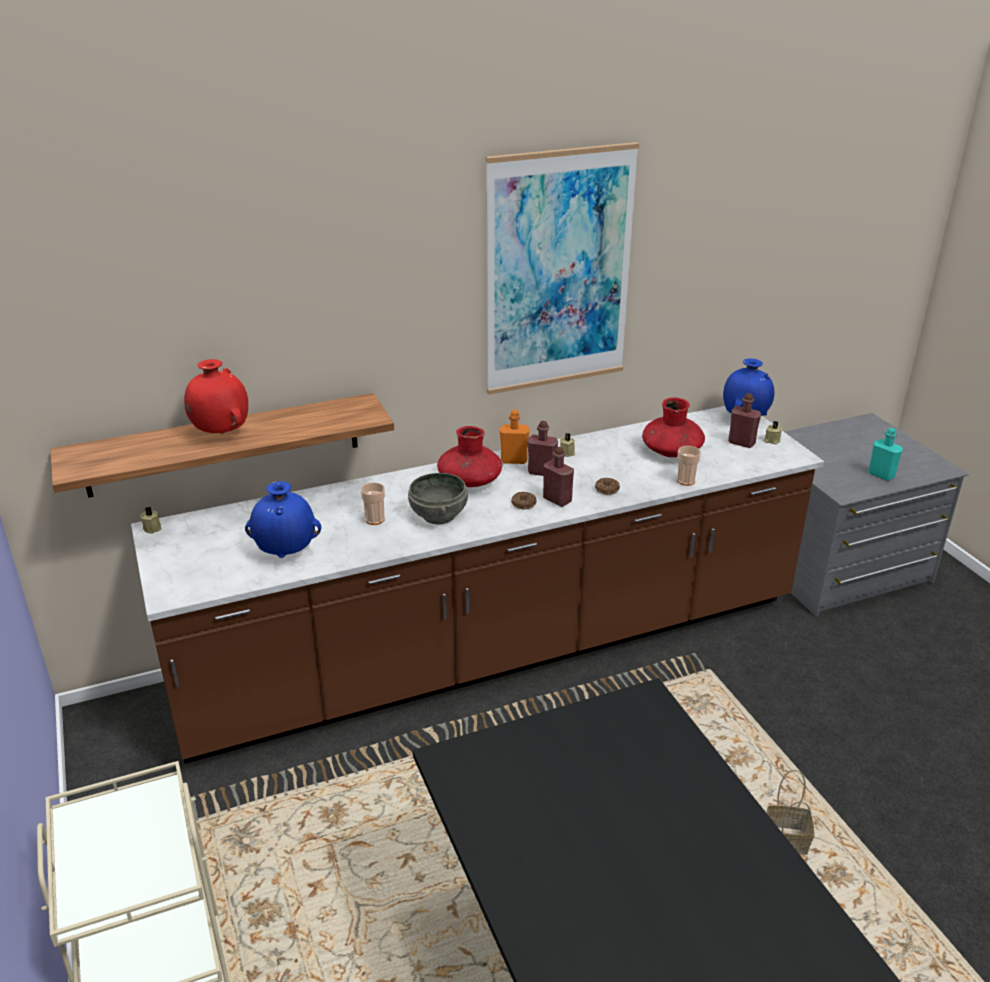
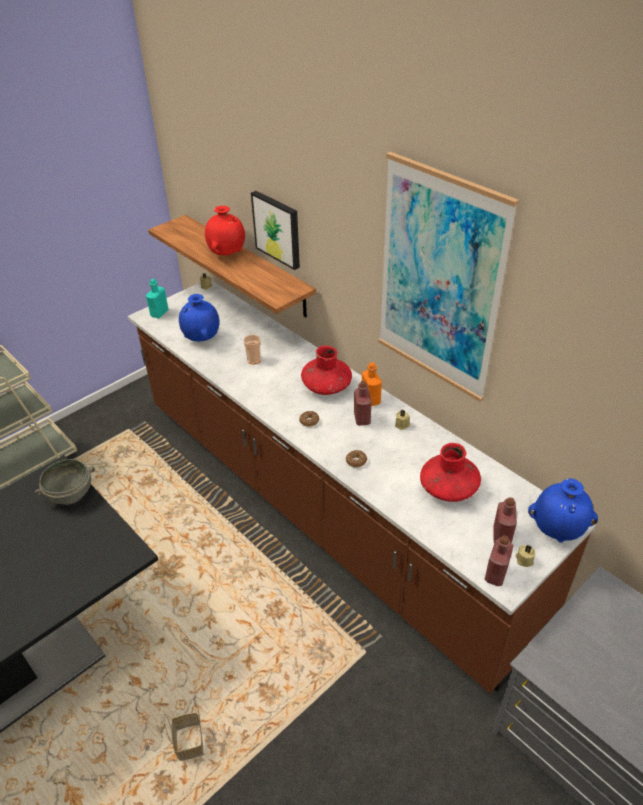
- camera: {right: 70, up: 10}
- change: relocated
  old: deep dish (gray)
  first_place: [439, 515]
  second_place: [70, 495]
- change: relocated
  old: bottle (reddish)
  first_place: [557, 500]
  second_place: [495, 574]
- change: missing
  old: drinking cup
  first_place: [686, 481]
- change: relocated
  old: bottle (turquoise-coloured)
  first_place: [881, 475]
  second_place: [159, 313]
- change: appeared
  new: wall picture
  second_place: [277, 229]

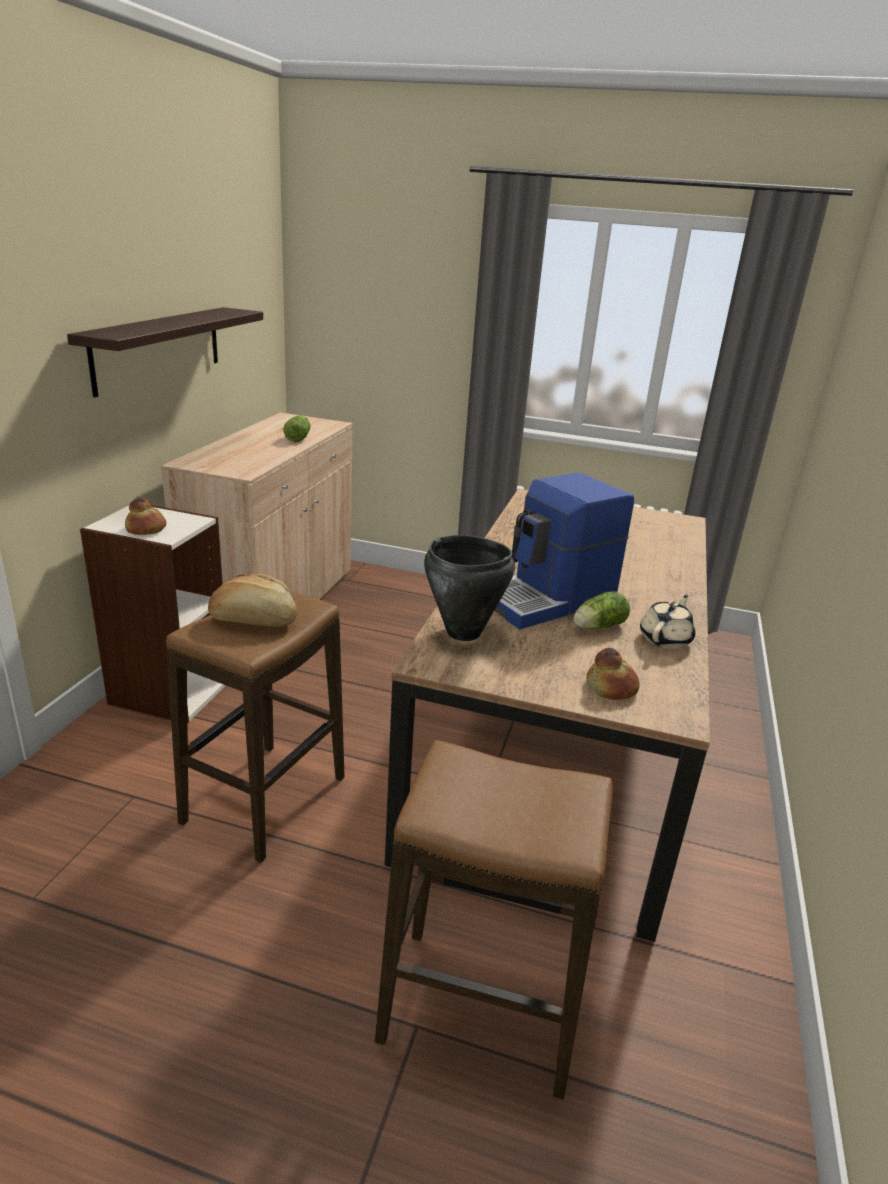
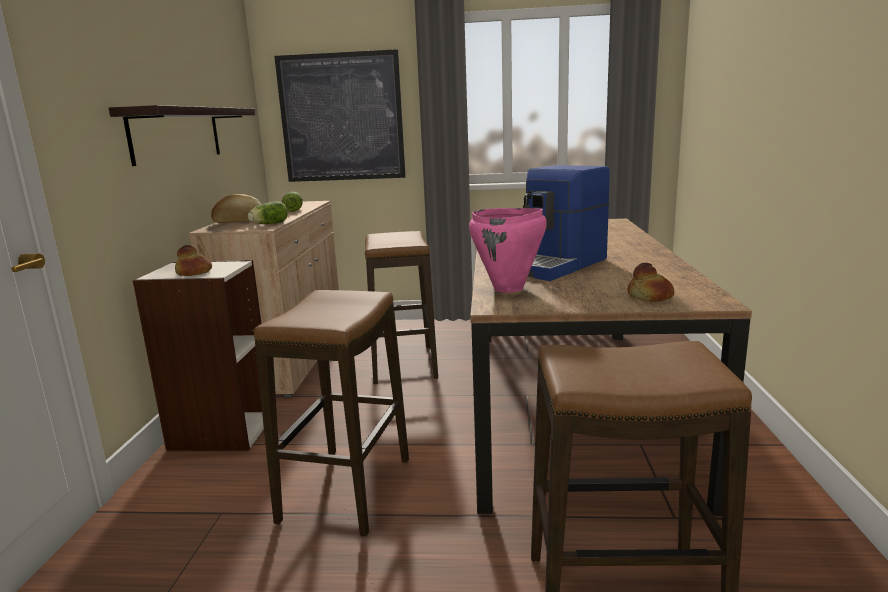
- camera: {right: -10, up: -10}
- change: relocated
  old: baked bread
  first_place: [253, 620]
  second_place: [240, 222]
- change: colour
  old: cooking pot (black-coloured)
  new: cooking pot (pink-coloured)
  first_place: [463, 633]
  second_place: [508, 288]
- change: relocated
  old: lettuce head
  first_place: [597, 627]
  second_place: [268, 224]
- change: missing
  old: teapot (beige-coloured)
  first_place: [665, 639]
- change: appeared
  new: wall picture
  second_place: [341, 118]
- change: appeared
  new: stool seat
  second_place: [403, 364]

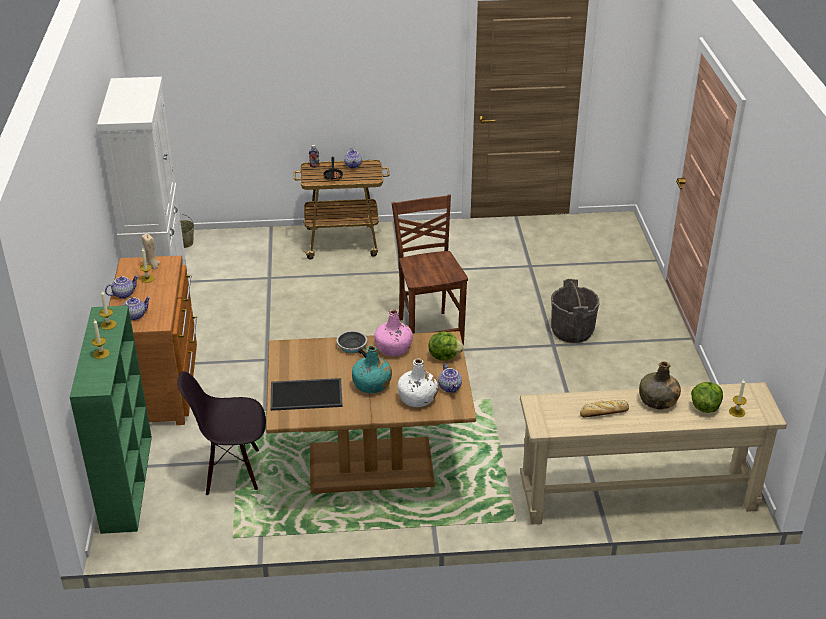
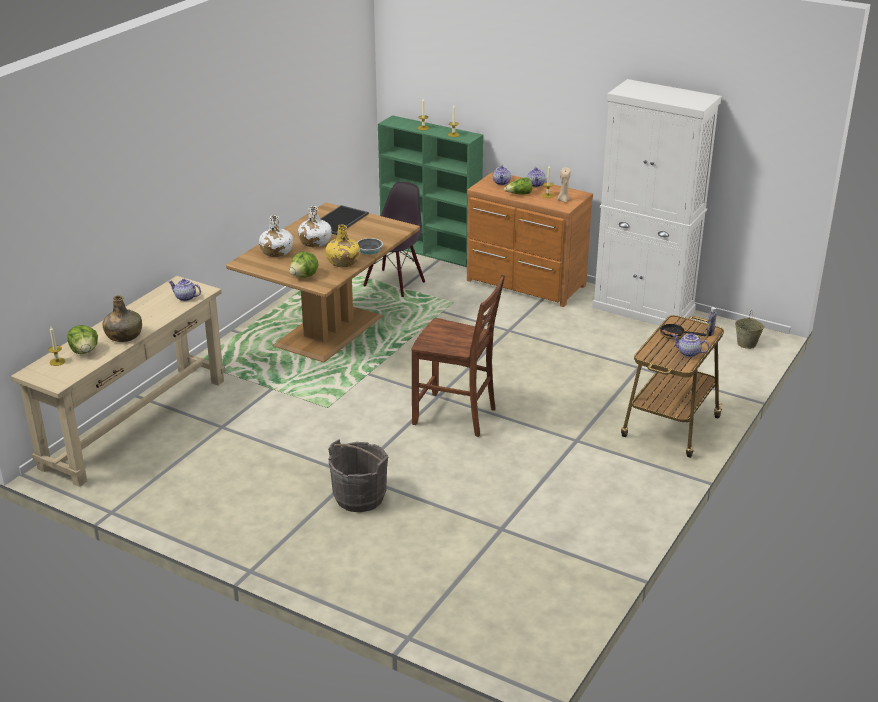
- camera: {right: 125, up: -5}
- change: colour
  old: bottle (turquoise-coloured)
  new: bottle (whitish)
  first_place: [372, 385]
  second_place: [315, 242]
- change: colour
  old: bottle (pink-coloured)
  new: bottle (yellowish)
  first_place: [394, 348]
  second_place: [342, 262]
- change: relocated
  old: teapot
  first_place: [450, 387]
  second_place: [185, 298]
- change: missing
  old: baked bread
  first_place: [603, 412]
- change: appeared
  new: lettuce head
  second_place: [519, 194]

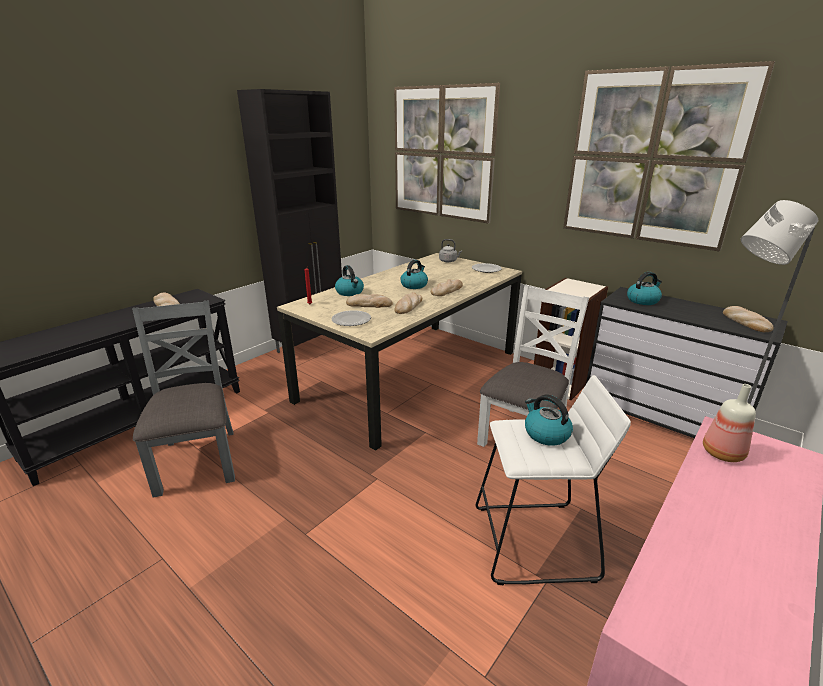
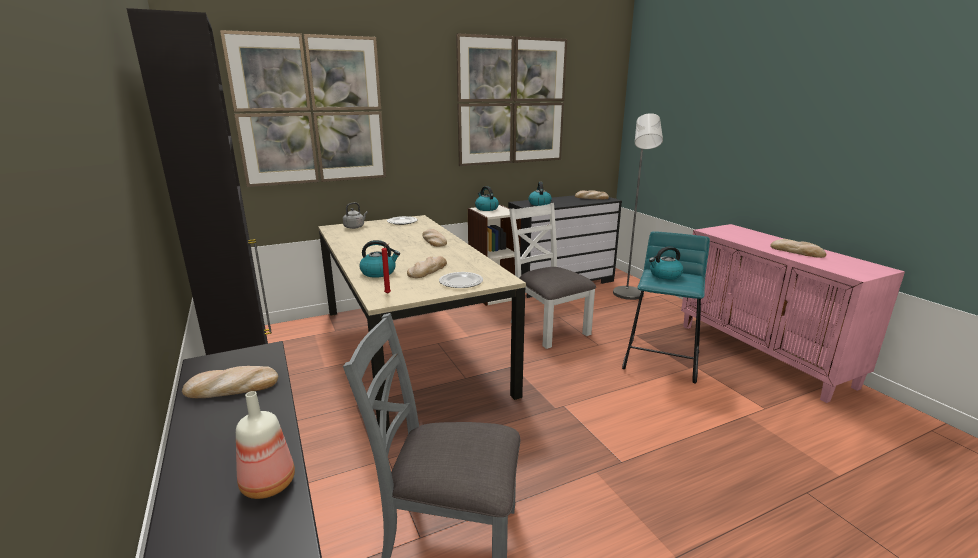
- camera: {right: -65, up: -5}
- change: relocated
  old: baked bread
  first_place: [408, 306]
  second_place: [797, 251]
- change: relocated
  old: kettle
  first_place: [414, 285]
  second_place: [486, 208]
- change: colour
  old: stool seat (whitish)
  new: stool seat (turquoise-coloured)
  first_place: [534, 542]
  second_place: [662, 360]
- change: relocated
  old: bottle
  first_place: [721, 452]
  second_place: [266, 484]

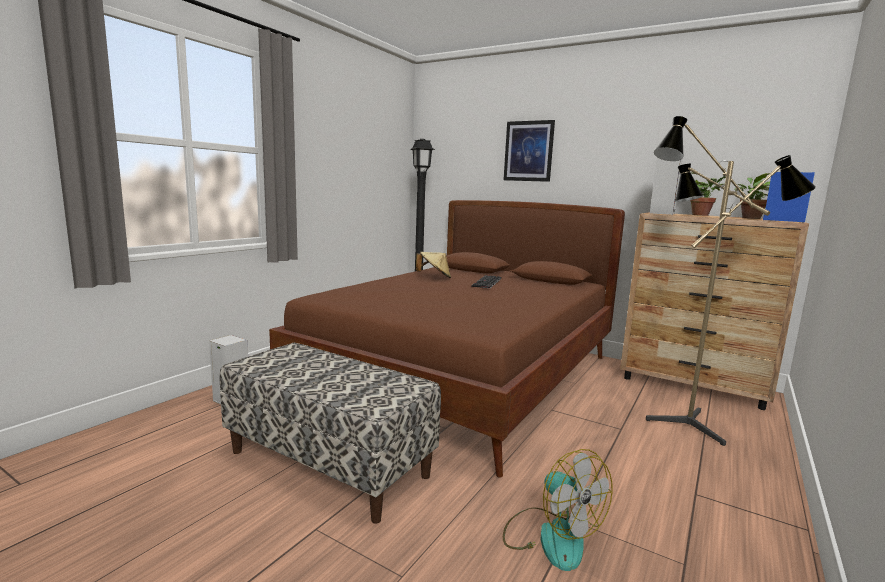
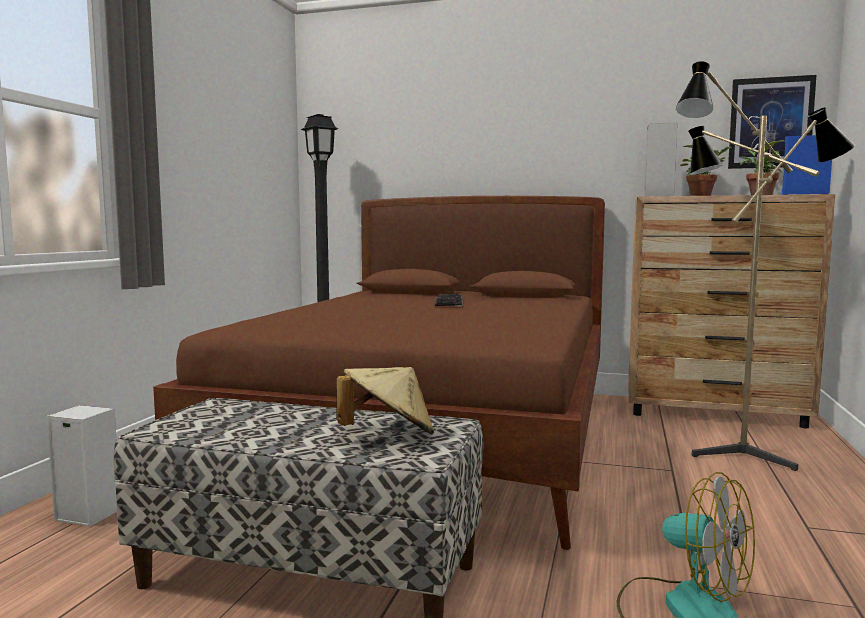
- camera: {right: -15, up: -5}
- change: relocated
  old: hat (beige-coloured)
  first_place: [434, 277]
  second_place: [388, 435]
- change: relocated
  old: wall picture
  first_place: [528, 151]
  second_place: [770, 123]

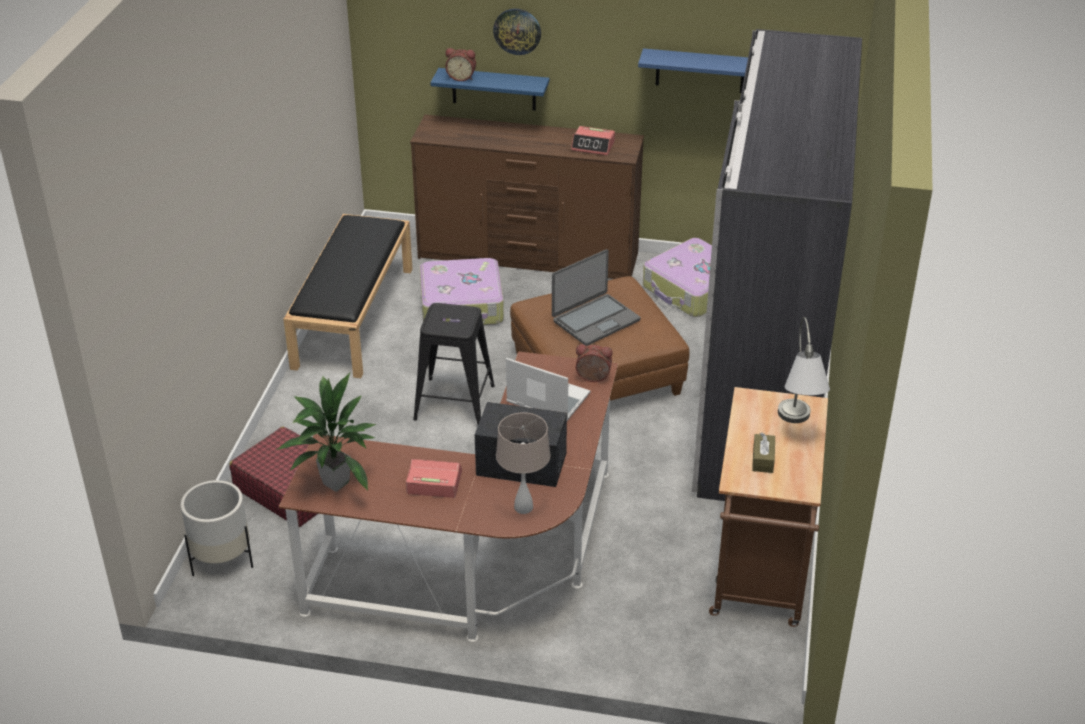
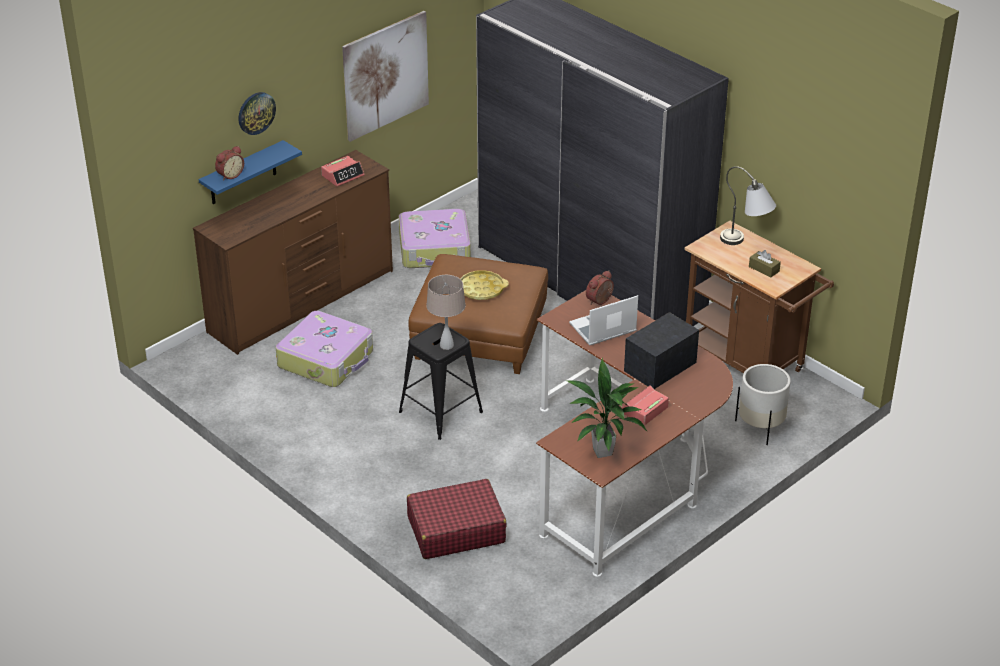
- camera: {right: -55, up: 0}
- change: relocated
  old: flower pot (whitish)
  first_place: [222, 559]
  second_place: [760, 427]
- change: missing
  old: long seat (black-coloured)
  first_place: [353, 316]
- change: relocated
  old: tabletop lamp (beige-coloured)
  first_place: [523, 507]
  second_place: [446, 345]
- change: exchanged
  old: notebook computer
  new: serving tray (yellowish)
  first_place: [595, 320]
  second_place: [481, 289]
- change: exchanged
  old: bracket shelf (blue-coloured)
  new: wall picture
  first_place: [700, 71]
  second_place: [385, 75]

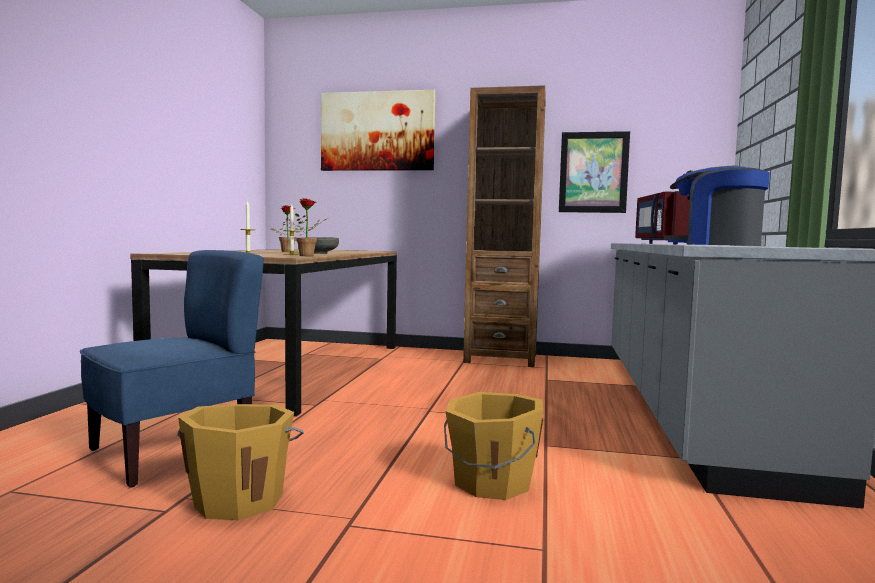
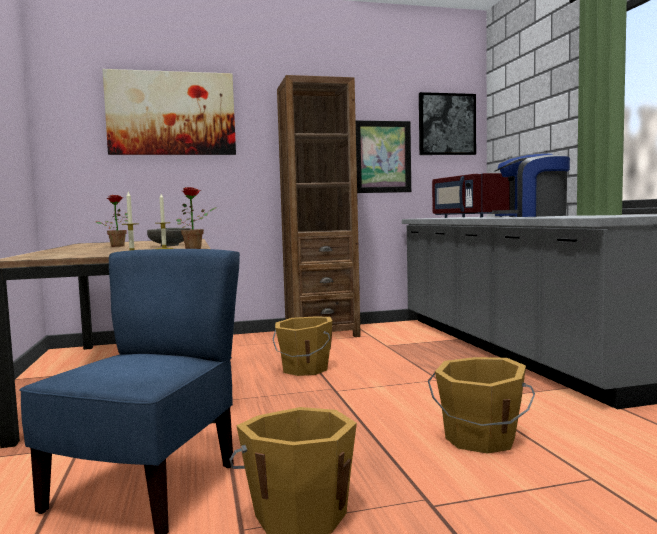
- camera: {right: -25, up: 0}
- change: appeared
  new: bucket (orange)
  second_place: [304, 369]
- change: appeared
  new: wall picture
  second_place: [446, 124]

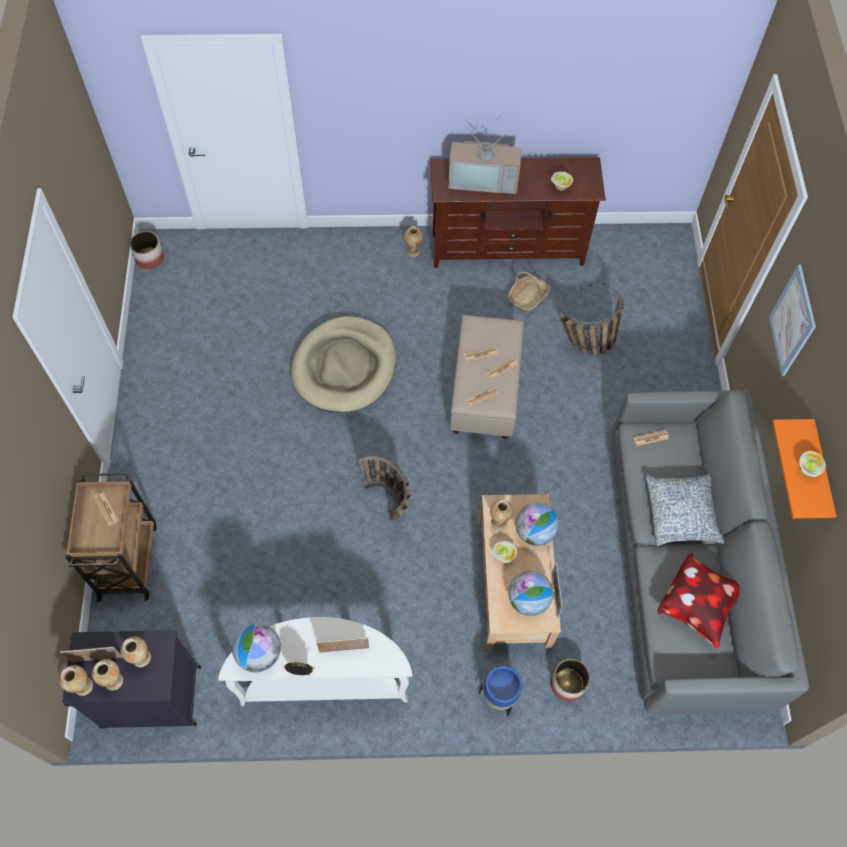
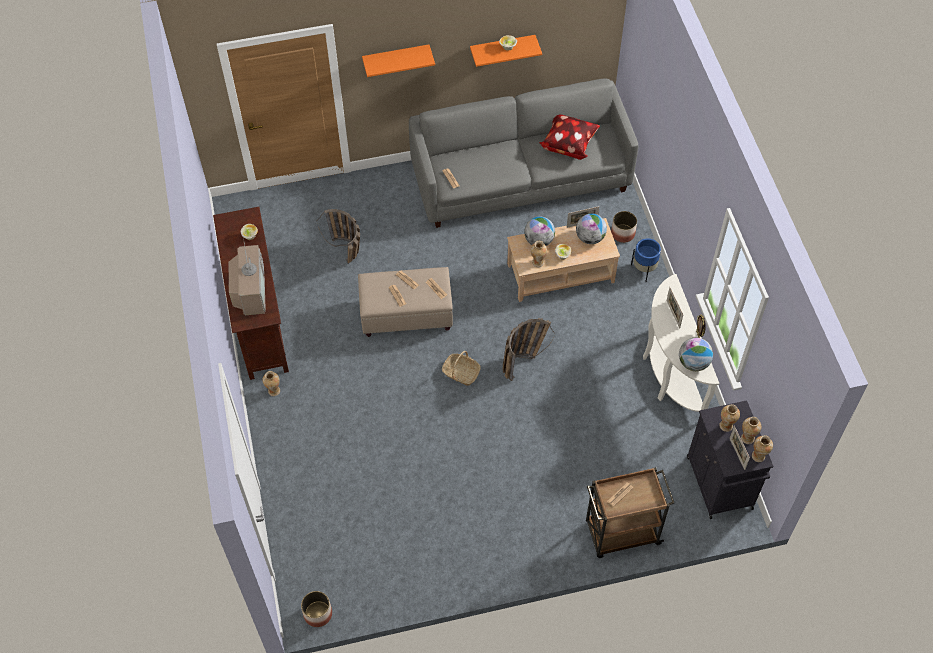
- camera: {right: -100, up: -5}
- change: missing
  old: pet bed (beige-coloured)
  first_place: [344, 367]
- change: relocated
  old: storage basket
  first_place: [528, 298]
  second_place: [461, 373]
- change: missing
  old: throw pillow
  first_place: [681, 513]
- change: exchanged
  old: wall picture
  new: bracket shelf (orange)
  first_place: [792, 321]
  second_place: [396, 58]

